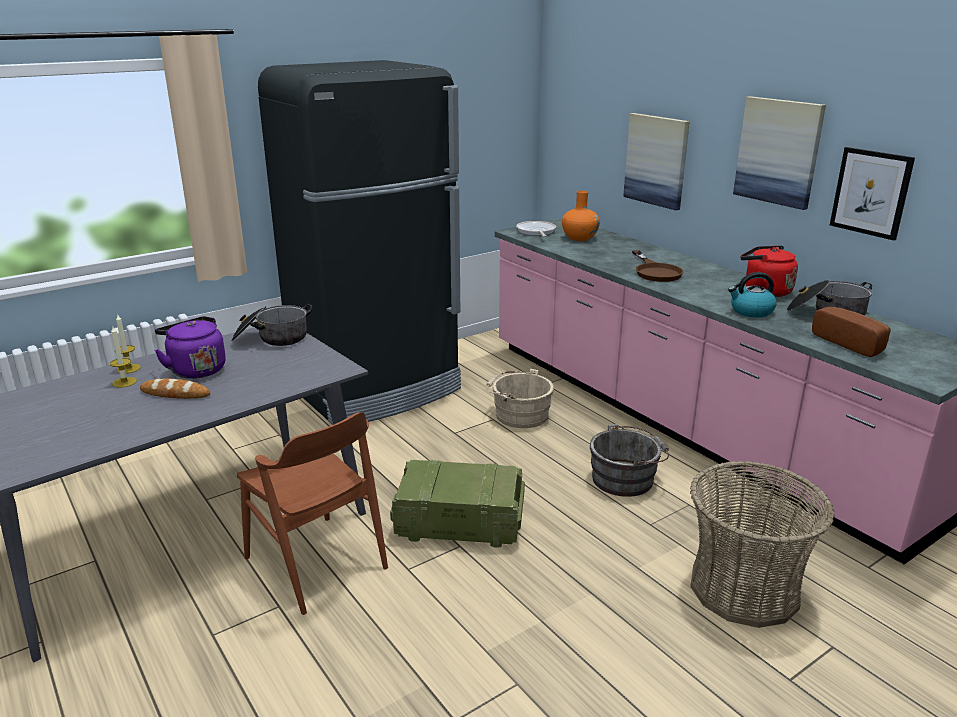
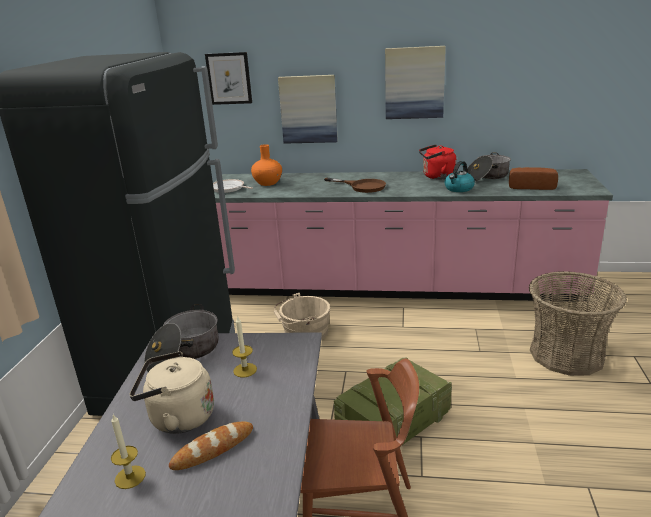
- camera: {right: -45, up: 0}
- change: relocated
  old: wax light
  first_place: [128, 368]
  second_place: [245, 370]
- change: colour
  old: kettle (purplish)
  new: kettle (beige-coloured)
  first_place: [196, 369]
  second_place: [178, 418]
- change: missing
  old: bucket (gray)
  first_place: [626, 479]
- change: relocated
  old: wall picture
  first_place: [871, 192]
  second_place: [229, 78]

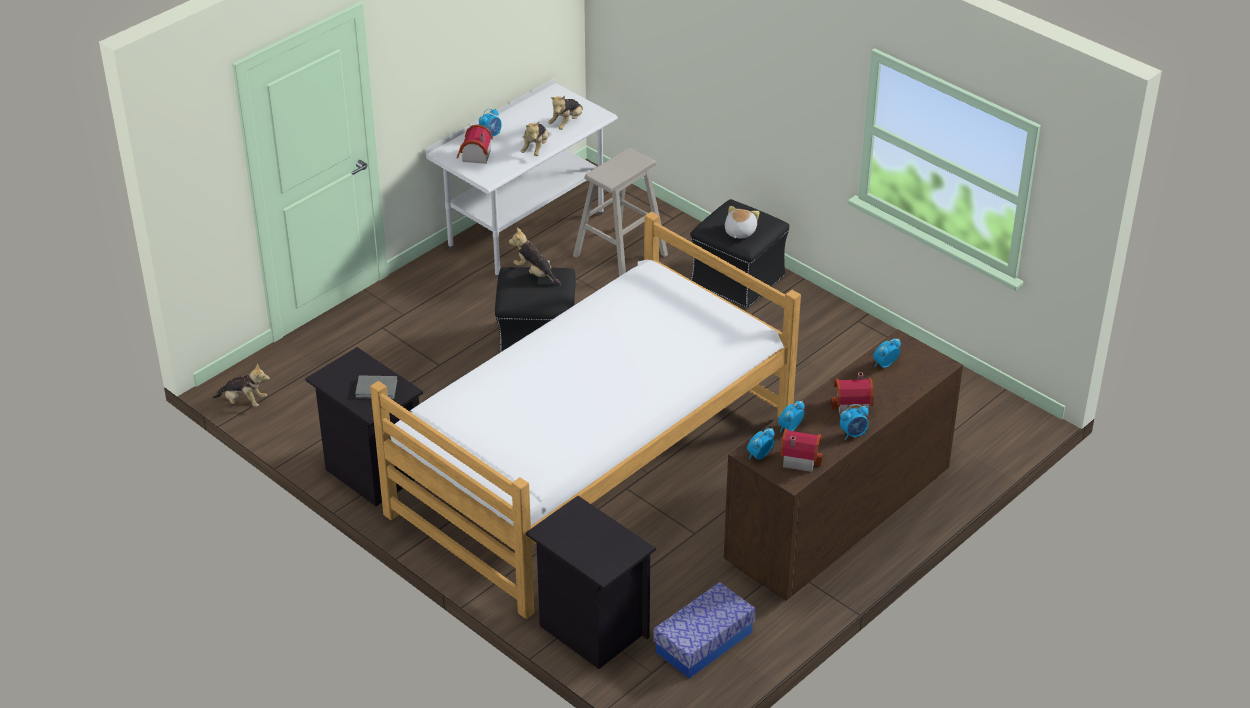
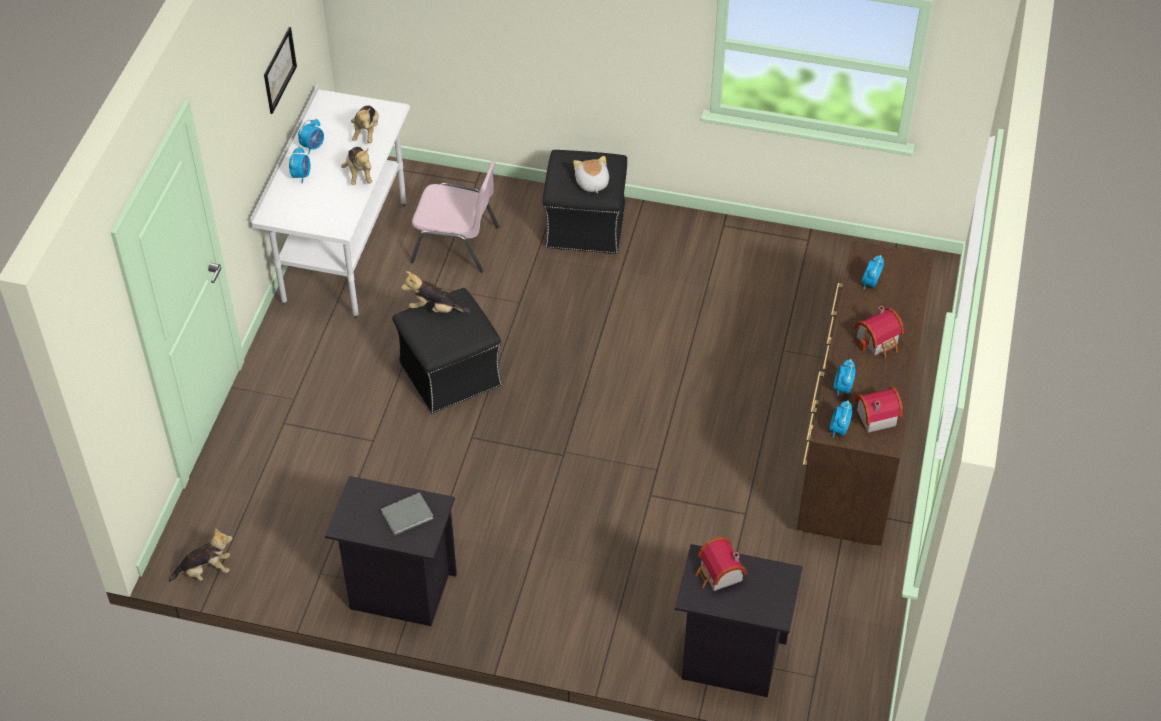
- camera: {right: -30, up: 10}
- change: missing
  old: bedroom bed
  first_place: [591, 467]
- change: relocated
  old: toy house
  first_place: [474, 156]
  second_place: [719, 575]
- change: exchanged
  old: stool seat (beige-coloured)
  new: chair (pink-coloured)
  first_place: [620, 255]
  second_place: [457, 244]
- change: missing
  old: storage container
  first_place: [704, 642]
- change: relocated
  old: table clock
  first_place: [853, 434]
  second_place: [313, 146]
- change: appeared
  new: wall picture
  second_place: [279, 70]

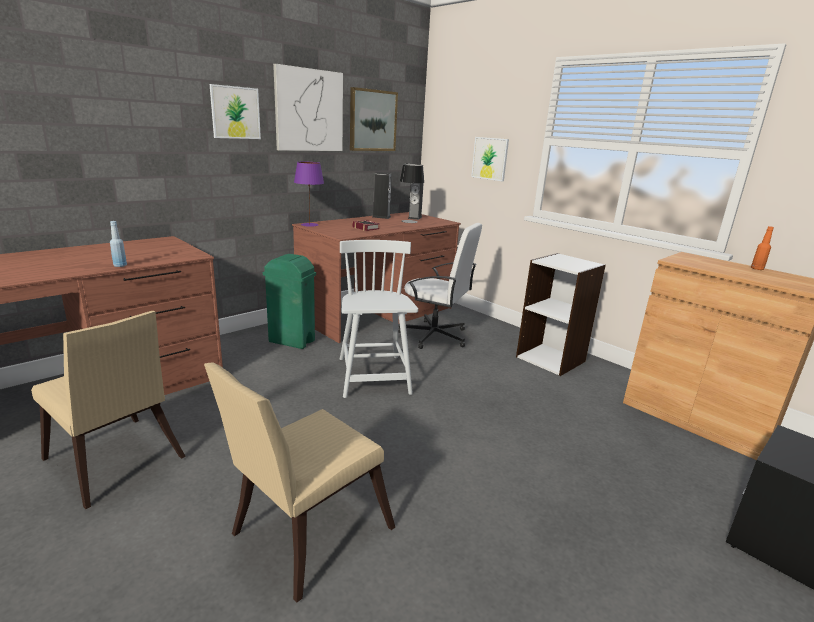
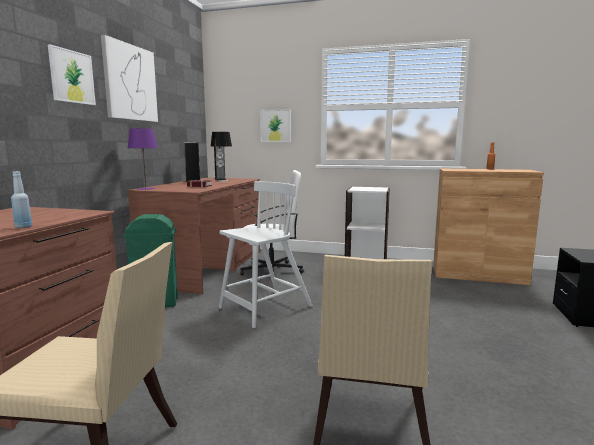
- camera: {right: -30, up: -10}
- change: spun
  old: chair (whitish)
  first_place: [373, 377]
  second_place: [264, 308]
  degrees: 90
- change: missing
  old: wall picture
  first_place: [372, 120]

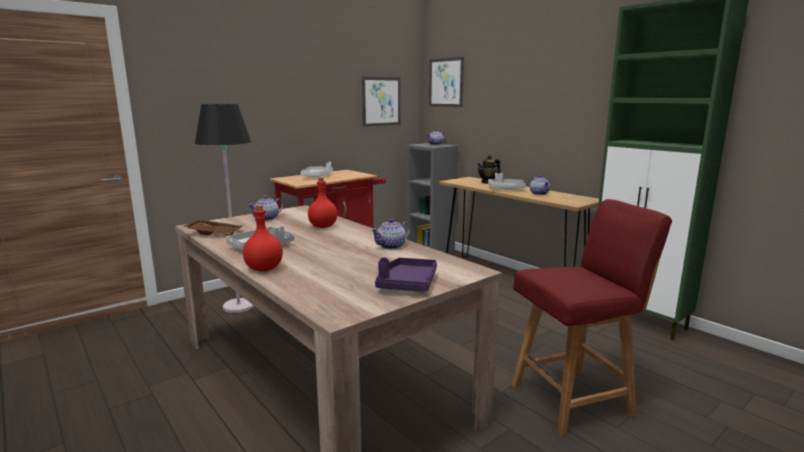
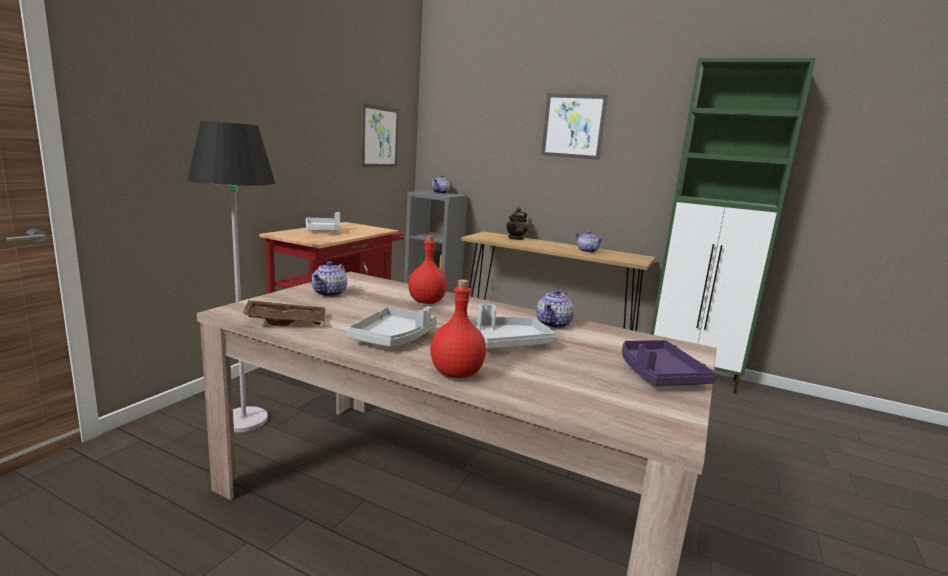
- camera: {right: -25, up: 0}
- change: relocated
  old: wall picture
  first_place: [446, 82]
  second_place: [573, 126]
- change: relocated
  old: serving tray (gray)
  first_place: [505, 188]
  second_place: [506, 343]
- change: missing
  old: chair (reddish)
  first_place: [573, 399]

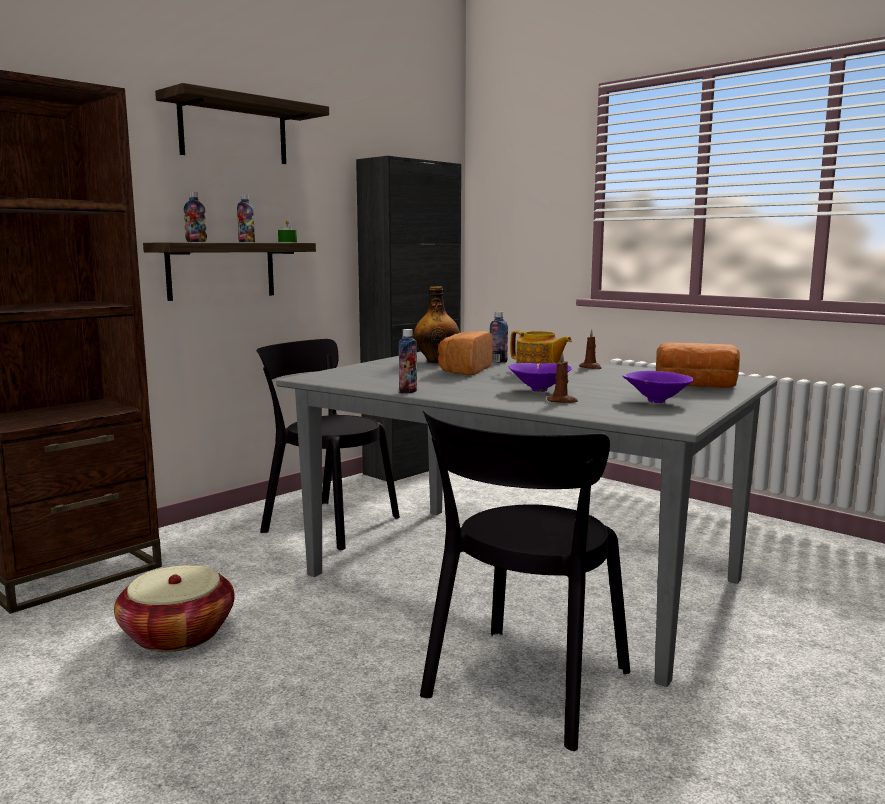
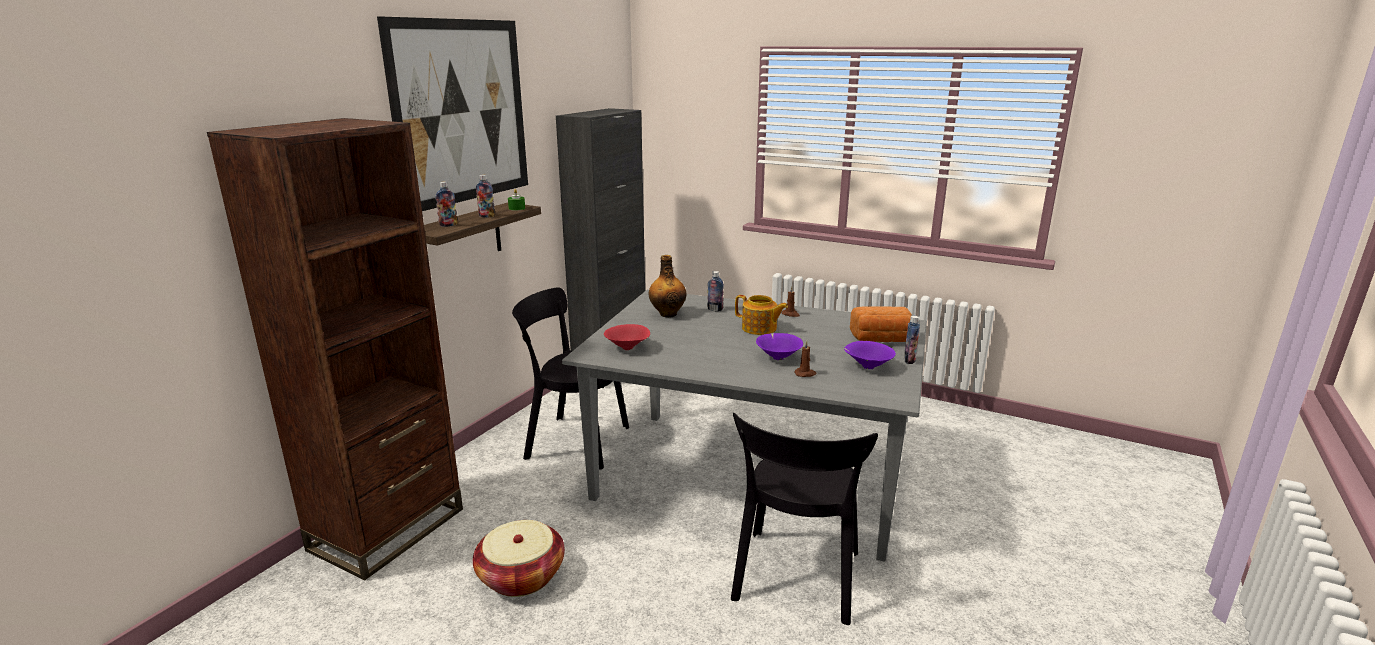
- camera: {right: -15, up: 10}
- change: exchanged
  old: bracket shelf
  new: wall picture
  first_place: [234, 131]
  second_place: [462, 112]
- change: relocated
  old: bottle
  first_place: [408, 391]
  second_place: [909, 360]
- change: missing
  old: baked bread
  first_place: [464, 370]
- change: appeared
  new: deep dish (reddish)
  second_place: [628, 348]

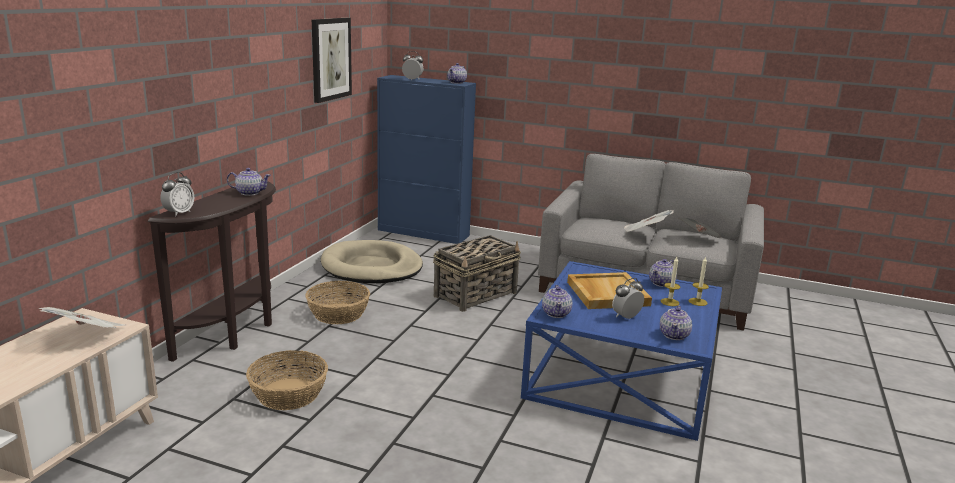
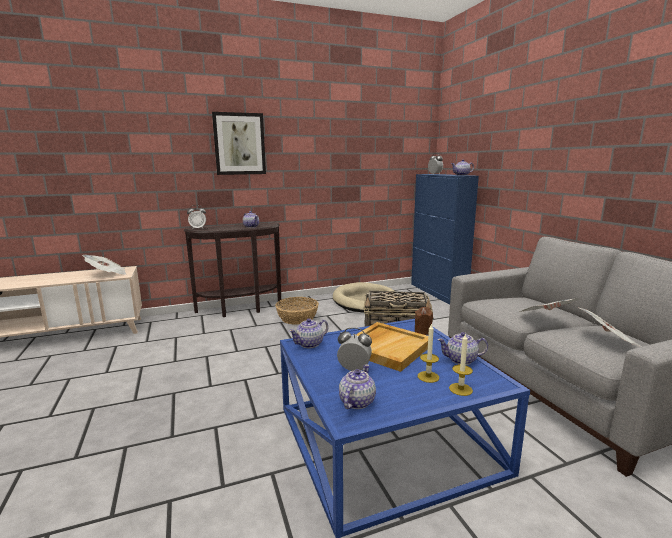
- camera: {right: 50, up: -5}
- change: missing
  old: storage basket
  first_place: [288, 394]
- change: relocated
  old: wall picture
  first_place: [330, 59]
  second_place: [239, 144]
- change: spun
  old: teapot
  first_place: [674, 335]
  second_place: [356, 402]
  degrees: 135
- change: appeared
  new: wax light (brown)
  second_place: [423, 331]

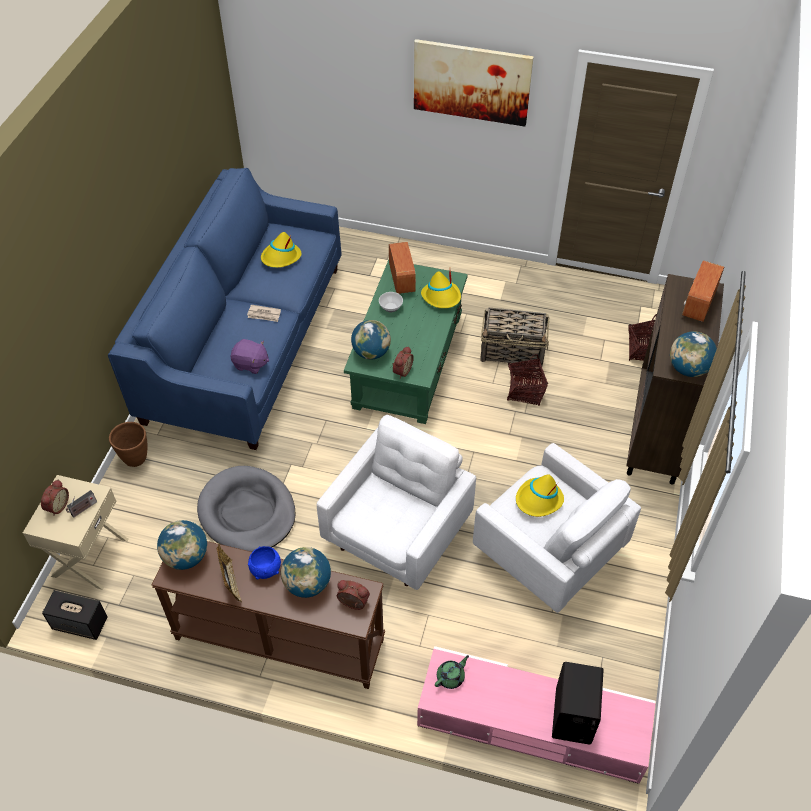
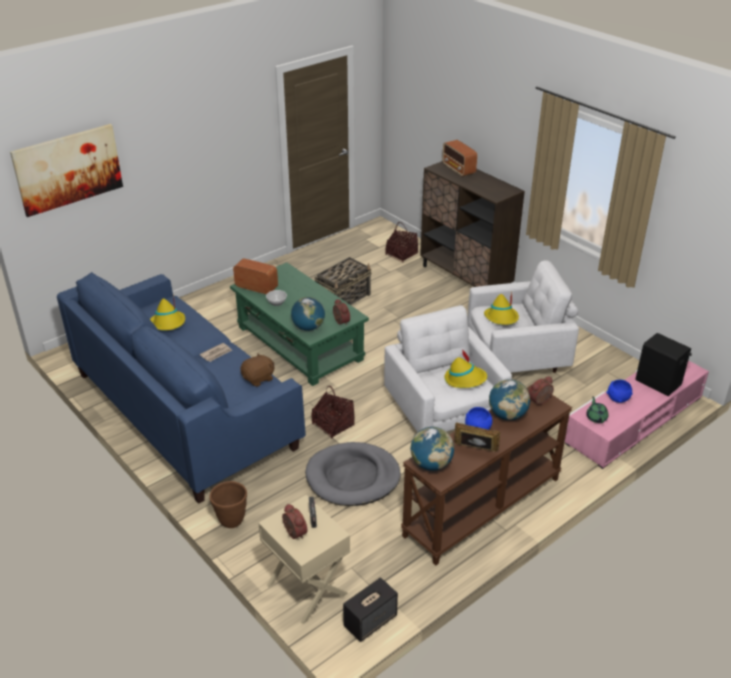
- camera: {right: -55, up: -15}
- change: colour
  old: cuddly toy (purplish)
  new: cuddly toy (brown)
  first_place: [250, 364]
  second_place: [258, 379]
- change: relocated
  old: wall picture
  first_place: [471, 82]
  second_place: [68, 169]
- change: relocated
  old: hat (yellowish)
  first_place: [441, 297]
  second_place: [465, 379]
- change: relocated
  old: storage basket
  first_place: [525, 391]
  second_place: [333, 425]
- change: missing
  old: desk globe
  first_place: [688, 369]
- change: appeared
  new: deep dish (blue-coloured)
  second_place: [617, 399]

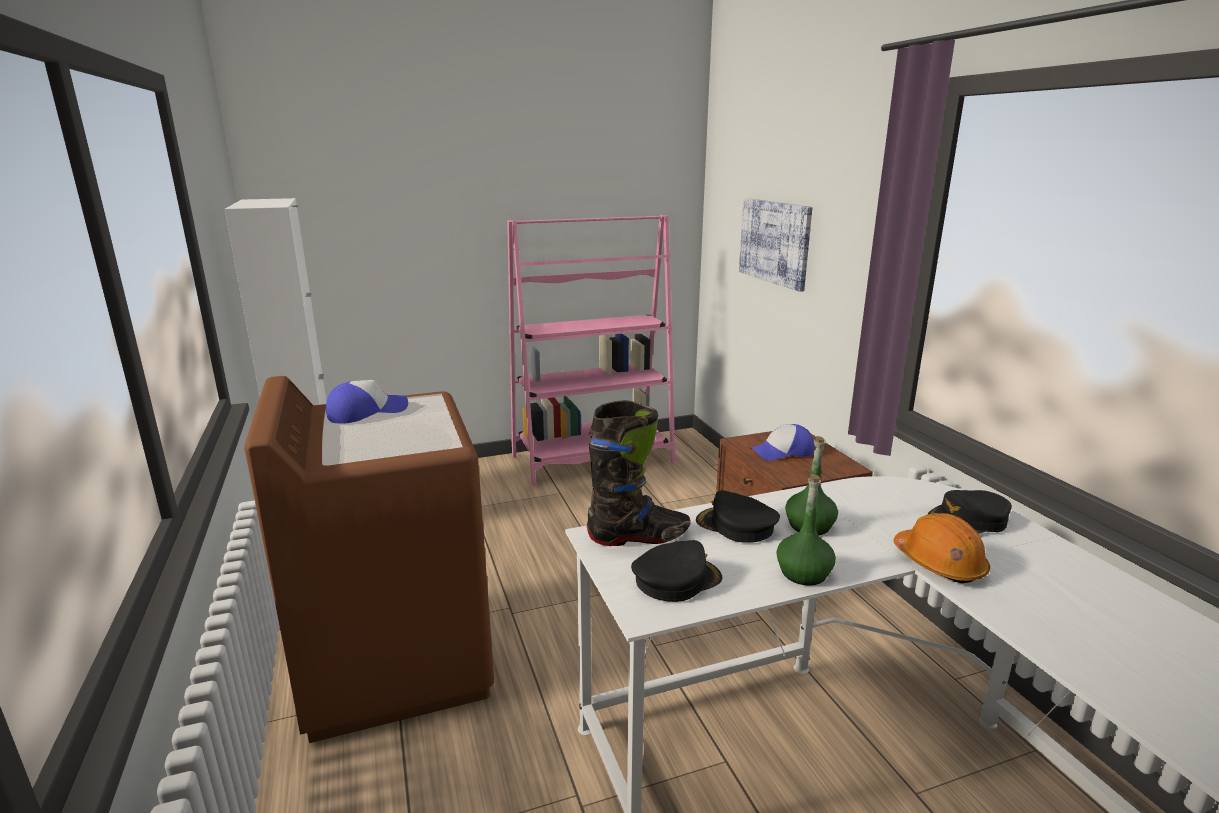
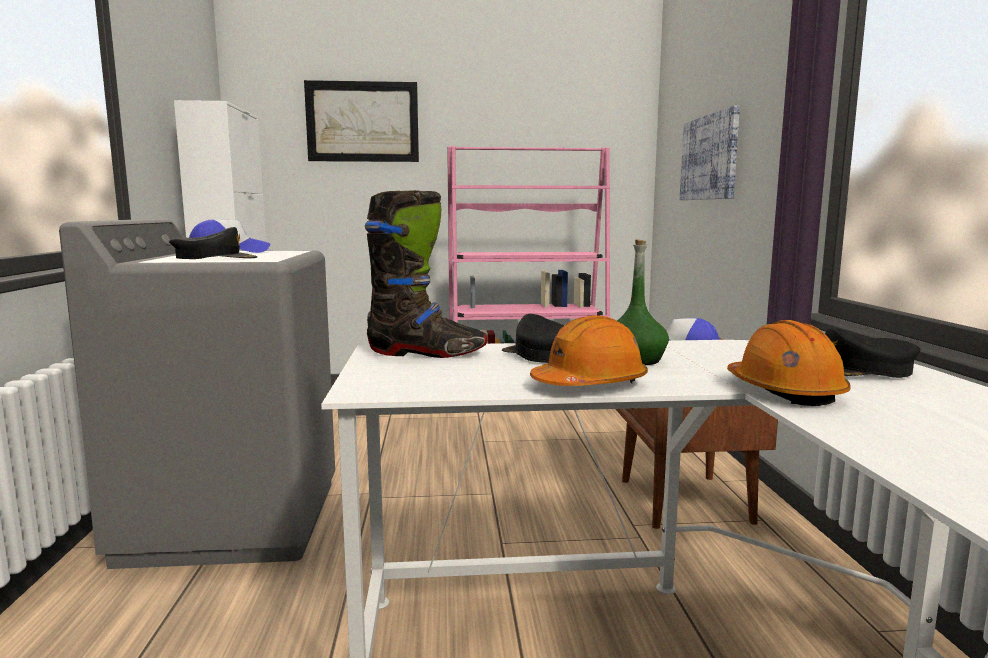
- camera: {right: 15, up: -10}
- change: colour
  old: washing machine (brown)
  new: washing machine (gray)
  first_place: [395, 661]
  second_place: [233, 519]
- change: relocated
  old: cap (black-coloured)
  first_place: [676, 579]
  second_place: [215, 258]
- change: exchanged
  old: bottle (green)
  new: work helmet (orange)
  first_place: [804, 573]
  second_place: [590, 384]
- change: appeared
  new: wall picture
  second_place: [362, 122]

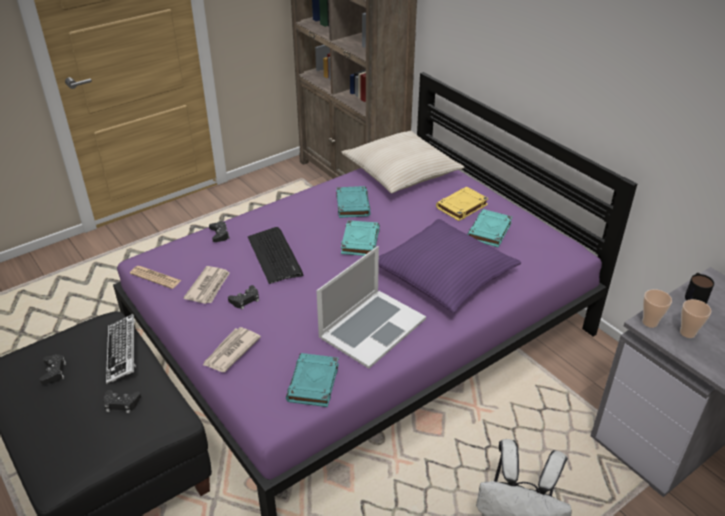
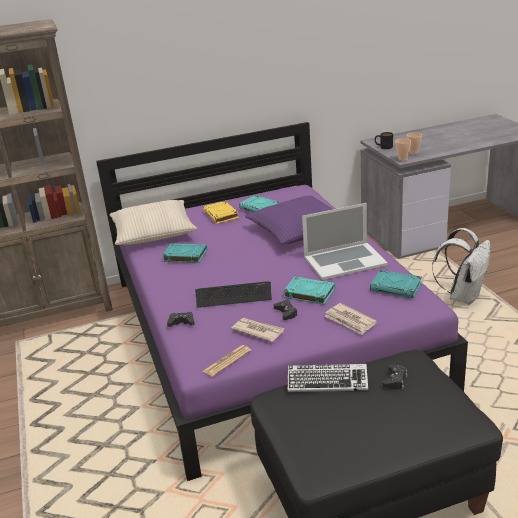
- camera: {right: -70, up: -10}
- change: missing
  old: gamepad (black-coloured)
  first_place: [54, 372]
- change: spun
  old: notebook computer
  first_place: [372, 327]
  second_place: [344, 261]
  degrees: 105
- change: relocated
  old: volume (turquoise-coloured)
  first_place: [360, 241]
  second_place: [308, 293]

